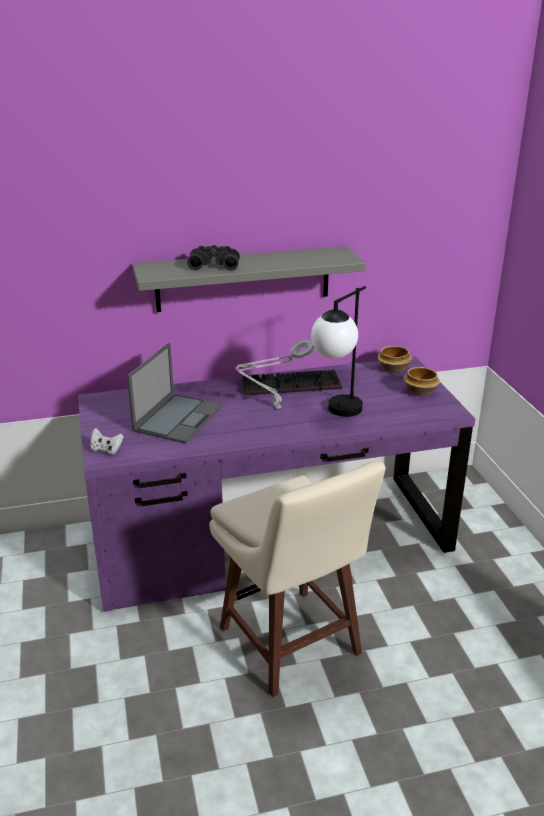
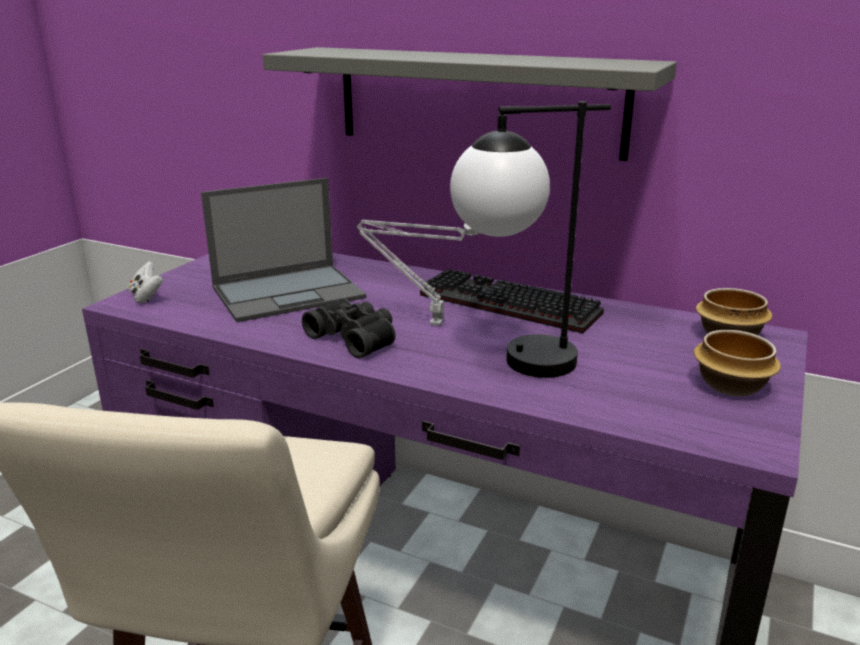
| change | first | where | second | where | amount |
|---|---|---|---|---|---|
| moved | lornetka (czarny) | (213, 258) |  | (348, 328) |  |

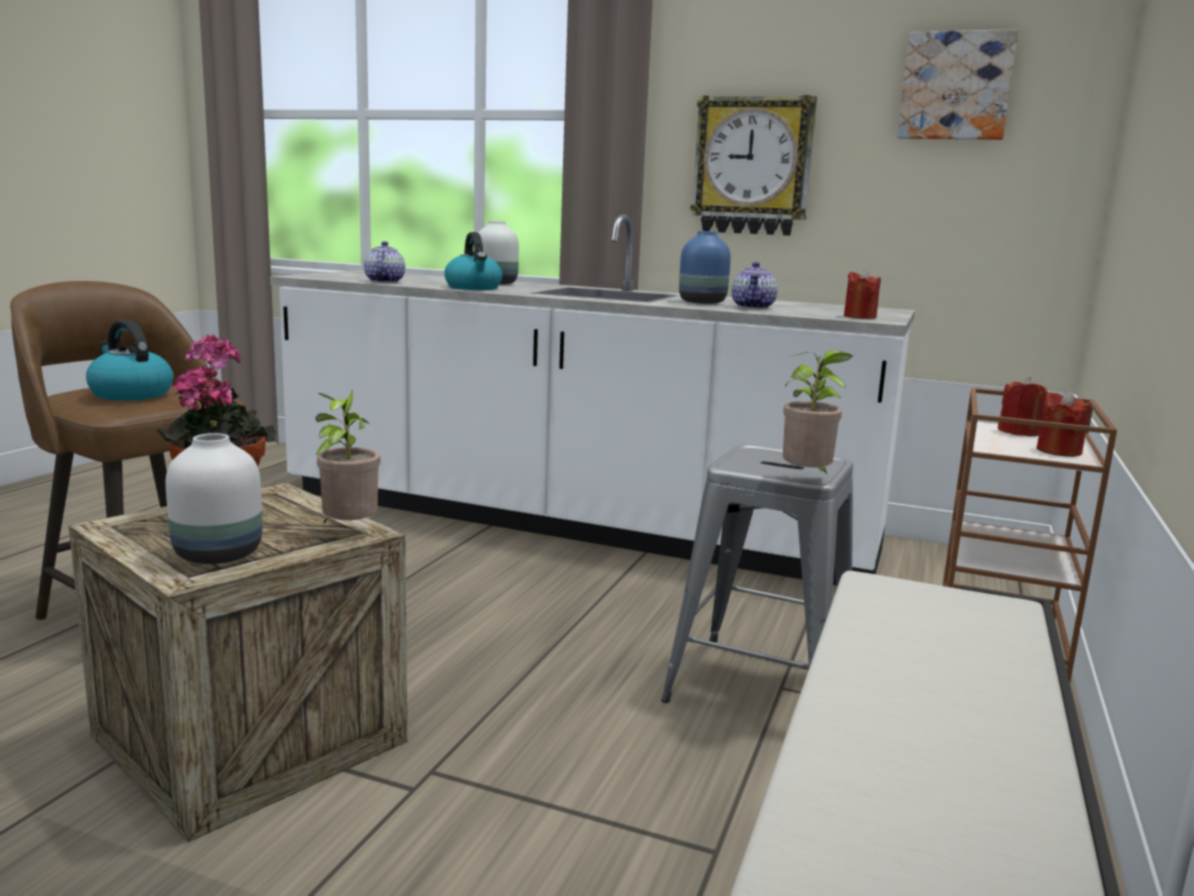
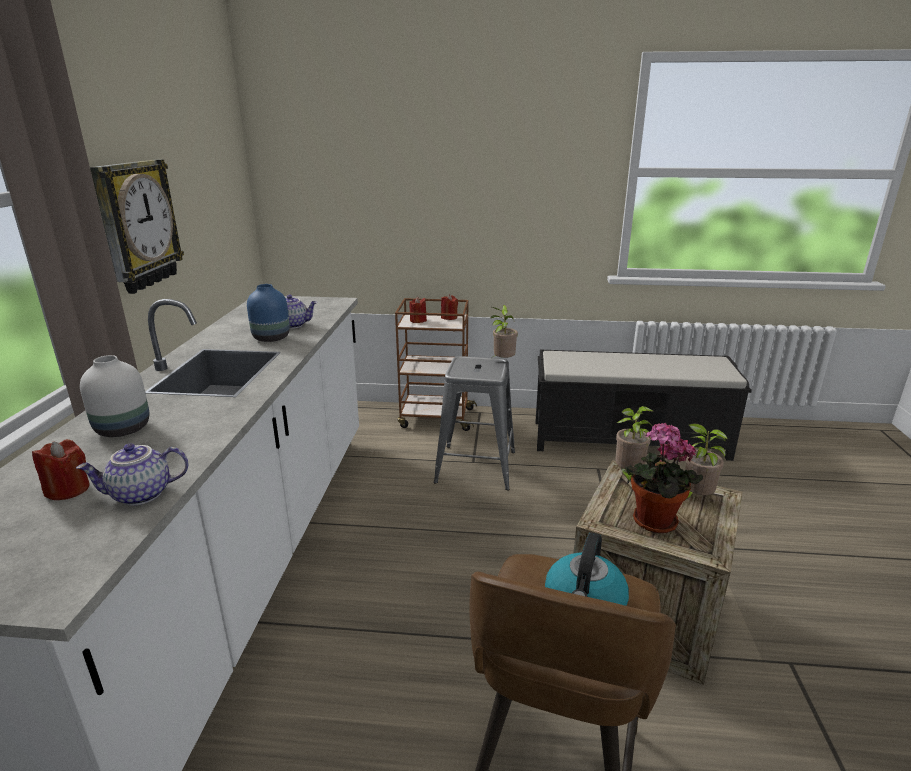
| change | first | where | second | where | amount |
|---|---|---|---|---|---|
| removed | obraz | (957, 84) |  |  |  |
| removed | czajnik | (473, 261) |  |  |  |
| moved | świeca (czerwony) | (862, 294) |  | (61, 469) |  |
| replaced | wazon (biały) | (214, 498) | roślina doniczkowa | (706, 461) |  |

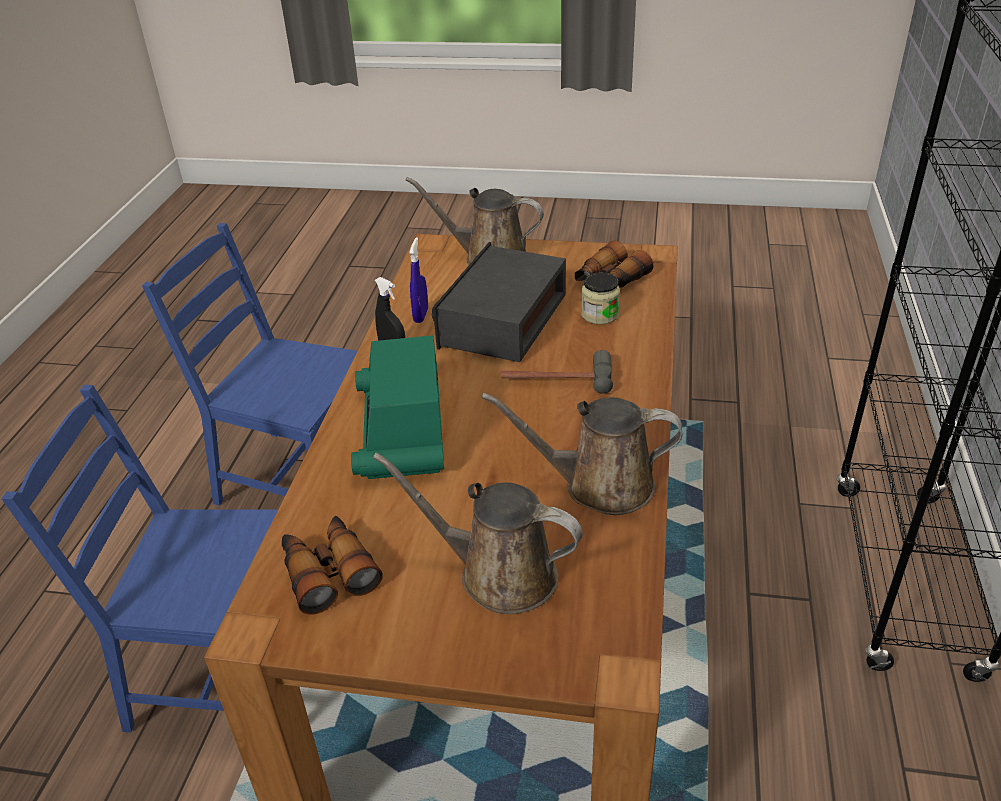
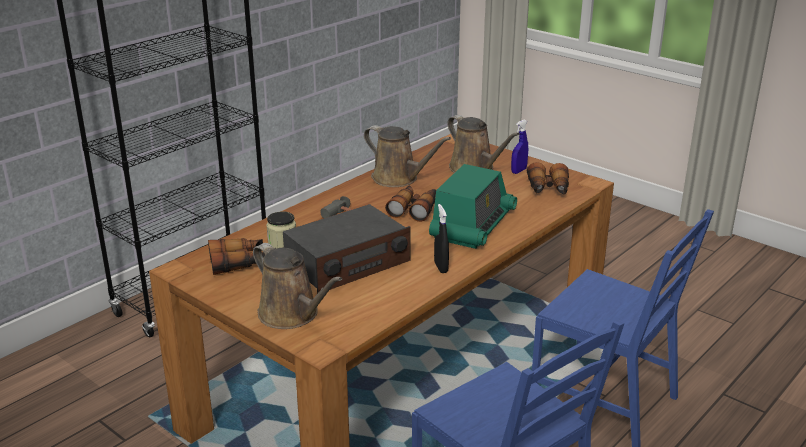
| change | first | where | second | where | amount |
|---|---|---|---|---|---|
| moved | spryskiwacz (niebieski) | (418, 280) |  | (519, 147) |  |
| added |  |  | lornetka | (410, 203) |  |

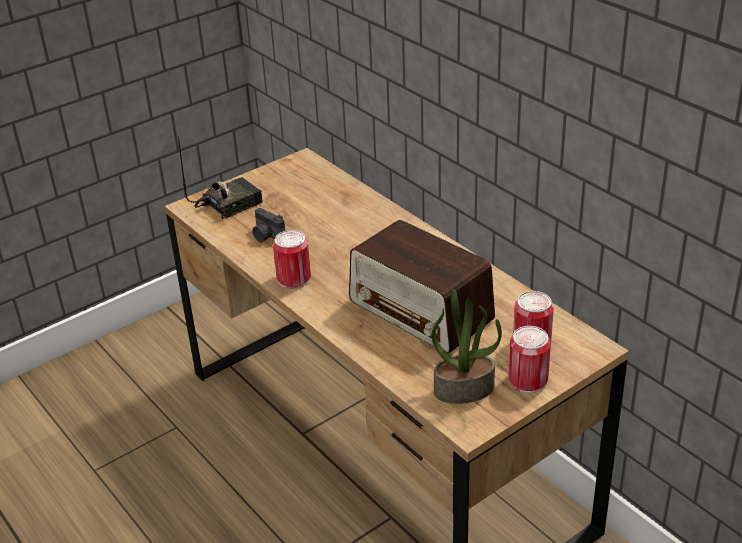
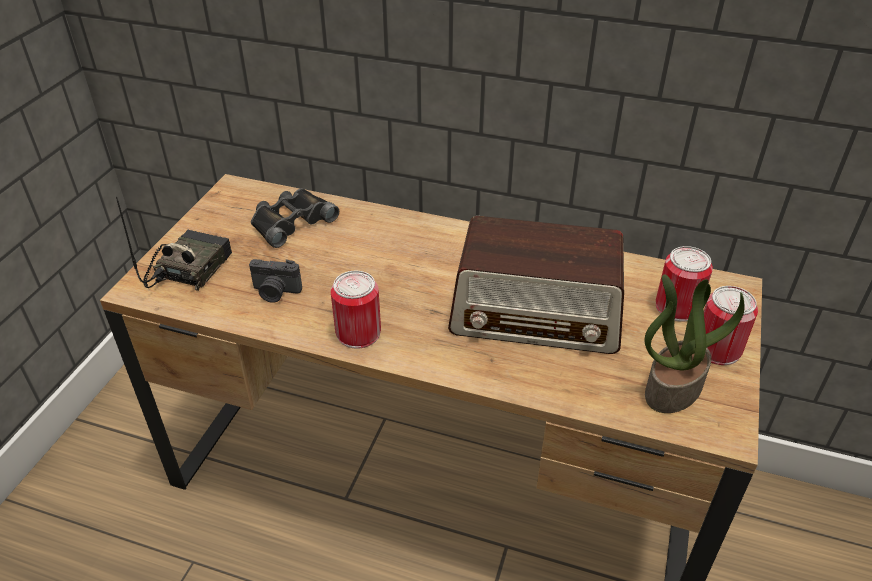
| change | first | where | second | where | amount |
|---|---|---|---|---|---|
| added |  |  | lornetka (czarny) | (295, 218) |  |

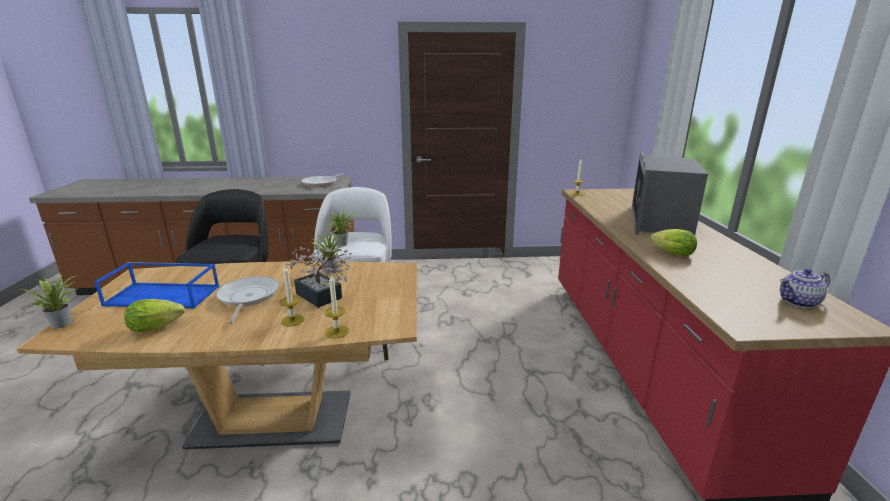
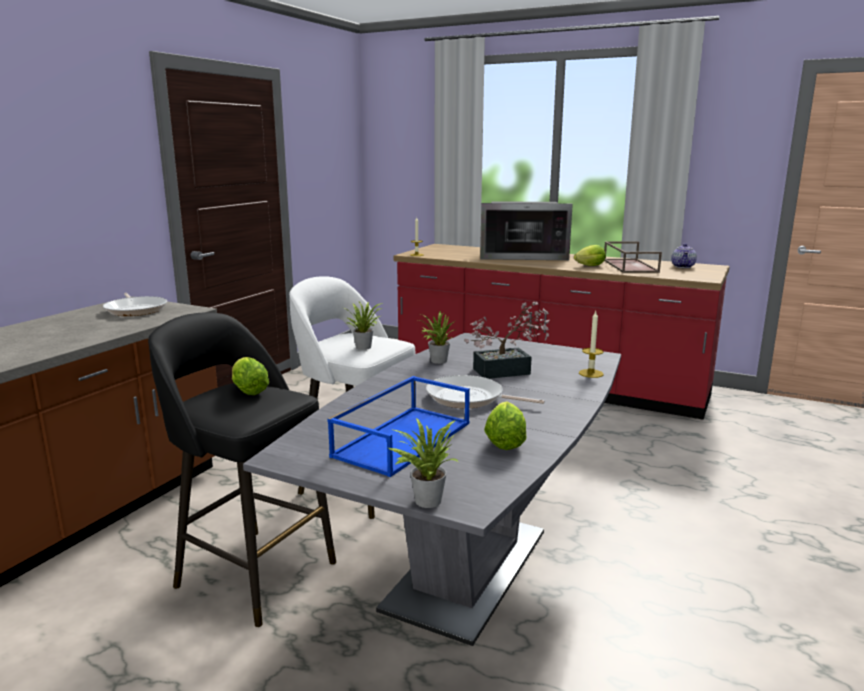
| change | first | where | second | where | amount |
|---|---|---|---|---|---|
| turned | mikrofalówka | (670, 193) |  | (526, 230) | 45 degrees counterclockwise |
| recoloured | stół jadalny (brązowy) | (216, 355) | stół jadalny (szary) | (432, 489) |  |
| removed | świeca | (292, 296) |  |  |  |
| added |  |  | taca (brązowy) | (633, 257) |  |
| added |  |  | sałata | (250, 376) |  |

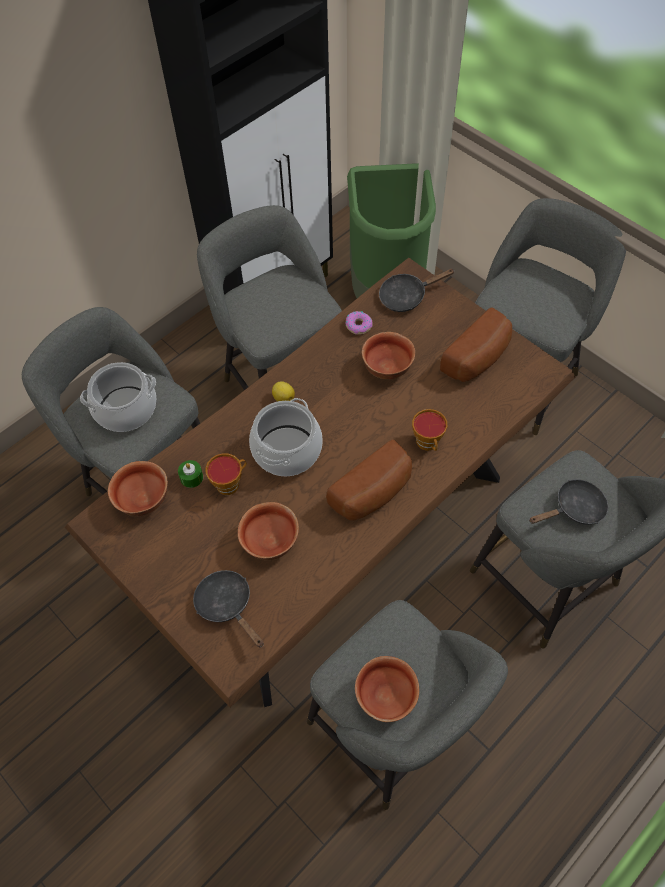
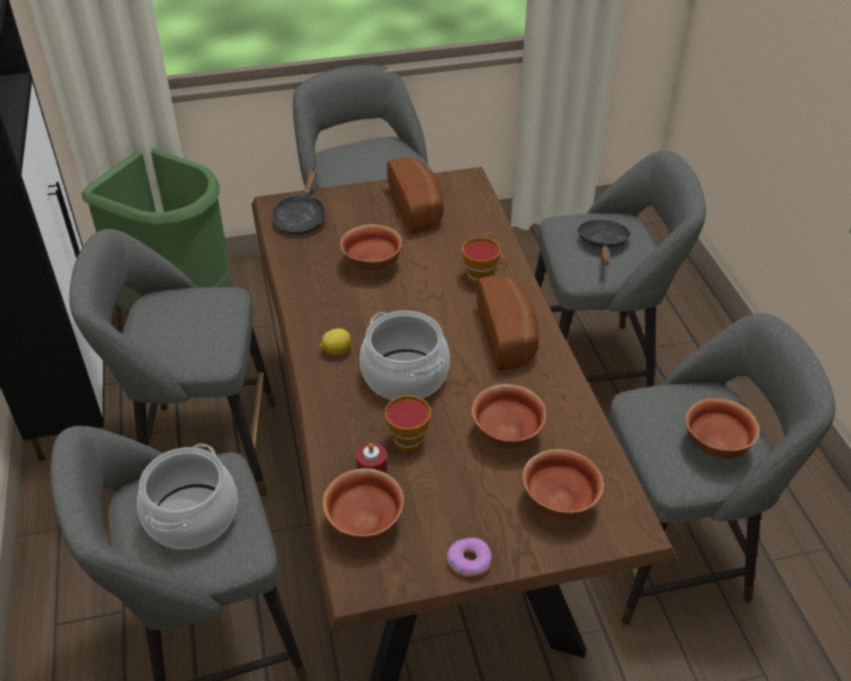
| change | first | where | second | where | amount |
|---|---|---|---|---|---|
| moved | donut | (359, 323) |  | (469, 557) |  |
| recoloured | świeca (zielony) | (190, 474) | świeca (czerwony) | (371, 458) |  |
| replaced | patelnia (czarny) | (228, 608) | miska | (563, 484) |  |

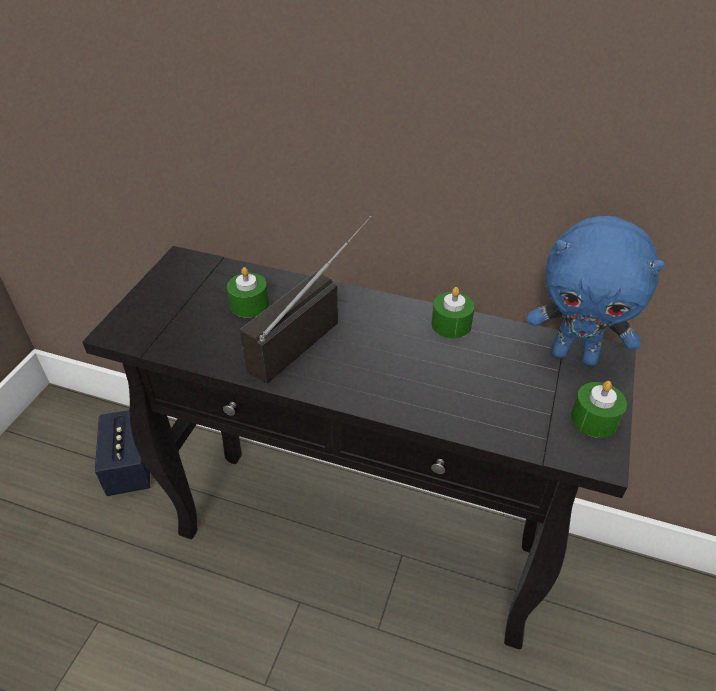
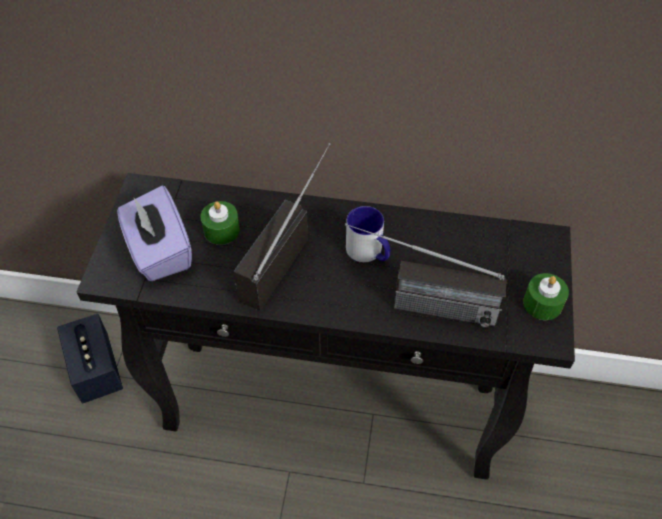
| change | first | where | second | where | amount |
|---|---|---|---|---|---|
| removed | pluszak (niebieski) | (596, 291) |  |  |  |
| removed | świeca (zielony) | (453, 313) |  |  |  |
| added |  |  | pudełko chusteczek (fioletowy) | (154, 233) |  |
| added |  |  | kubek | (368, 234) |  |
| added |  |  | radio | (426, 275) |  |

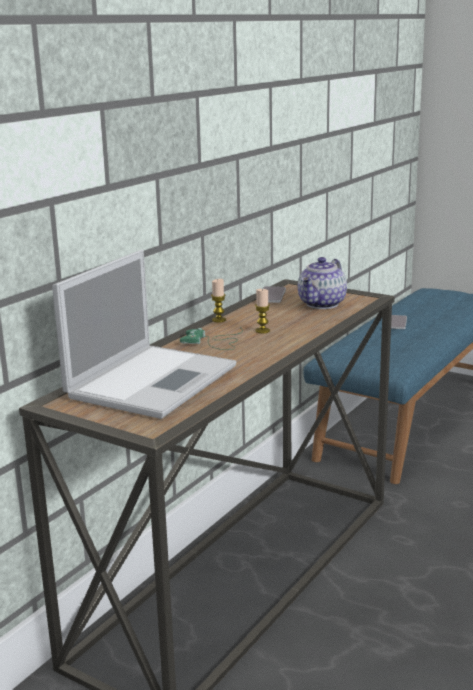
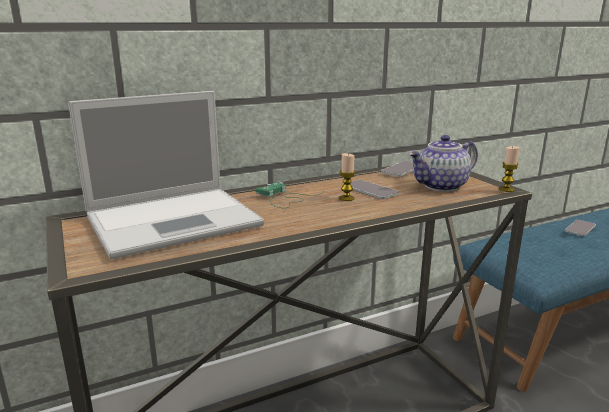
| change | first | where | second | where | amount |
|---|---|---|---|---|---|
| moved | świeca | (218, 301) |  | (509, 169) |  |
| added |  |  | telefon | (375, 189) |  |

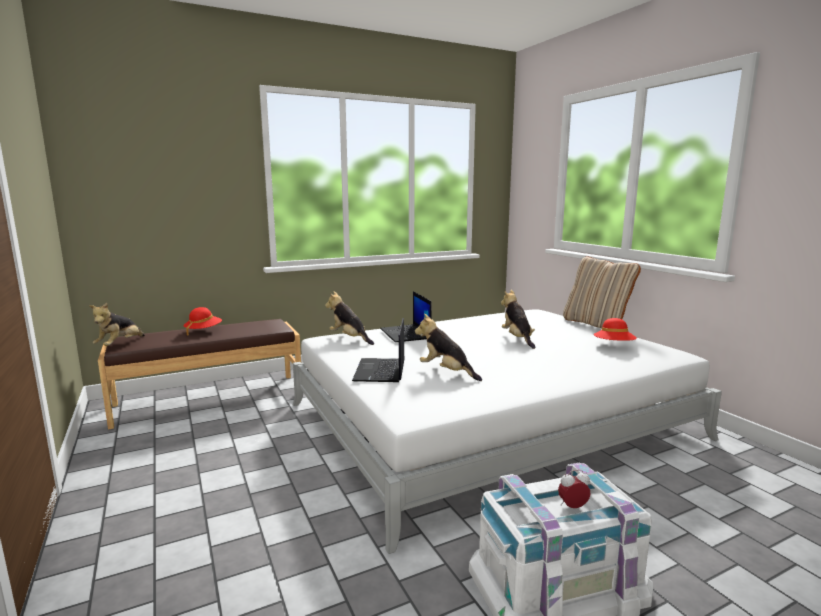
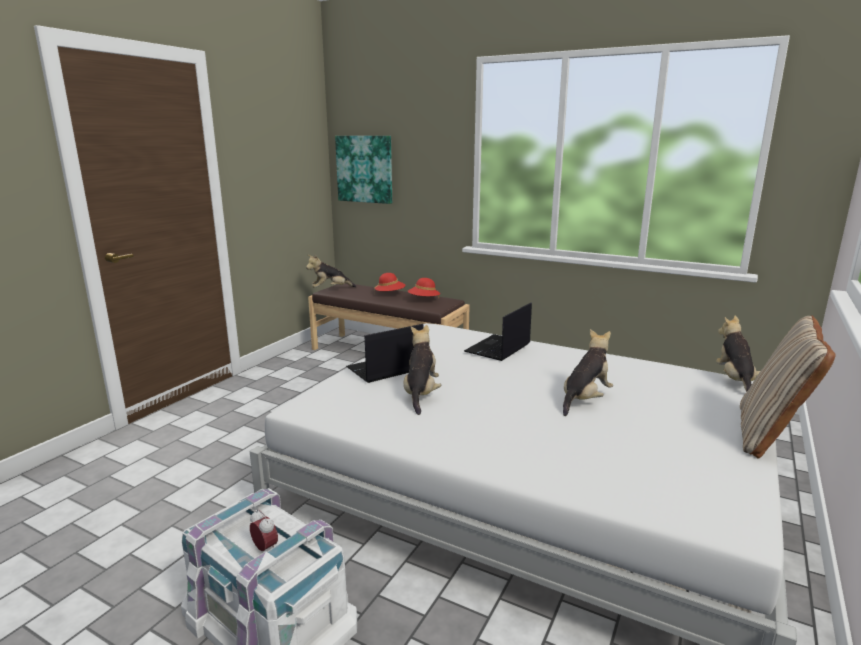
| change | first | where | second | where | amount |
|---|---|---|---|---|---|
| moved | pluszak | (349, 318) |  | (738, 354) |  |
| moved | kapelusz (czerwony) | (615, 329) |  | (424, 288) |  |
| added |  |  | obraz | (363, 170) |  |

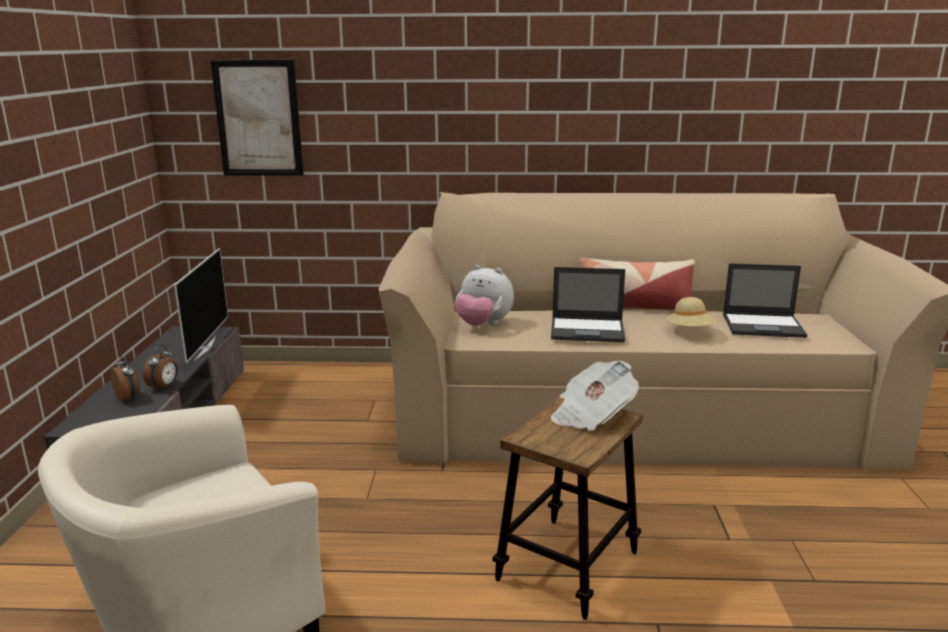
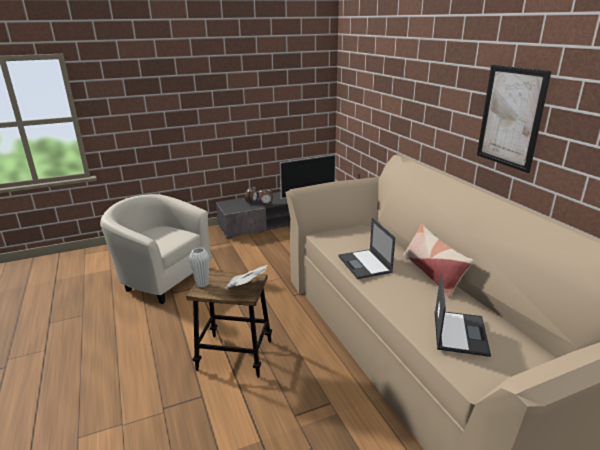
| change | first | where | second | where | amount |
|---|---|---|---|---|---|
| moved | obraz | (257, 117) |  | (514, 119) |  |
| turned | laptop | (765, 300) |  | (463, 315) | 150 degrees counterclockwise |
| removed | pluszak | (484, 295) |  |  |  |
| removed | kapelusz (beżowy) | (691, 312) |  |  |  |
| added |  |  | wazon (biały) | (199, 268) |  |

